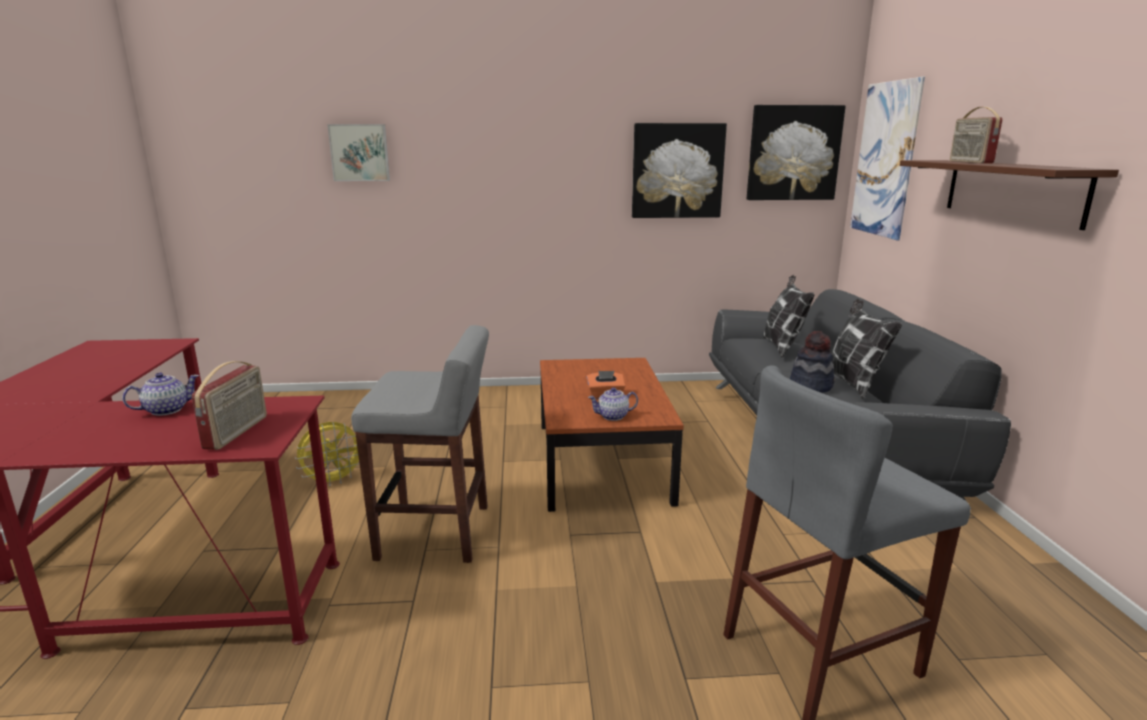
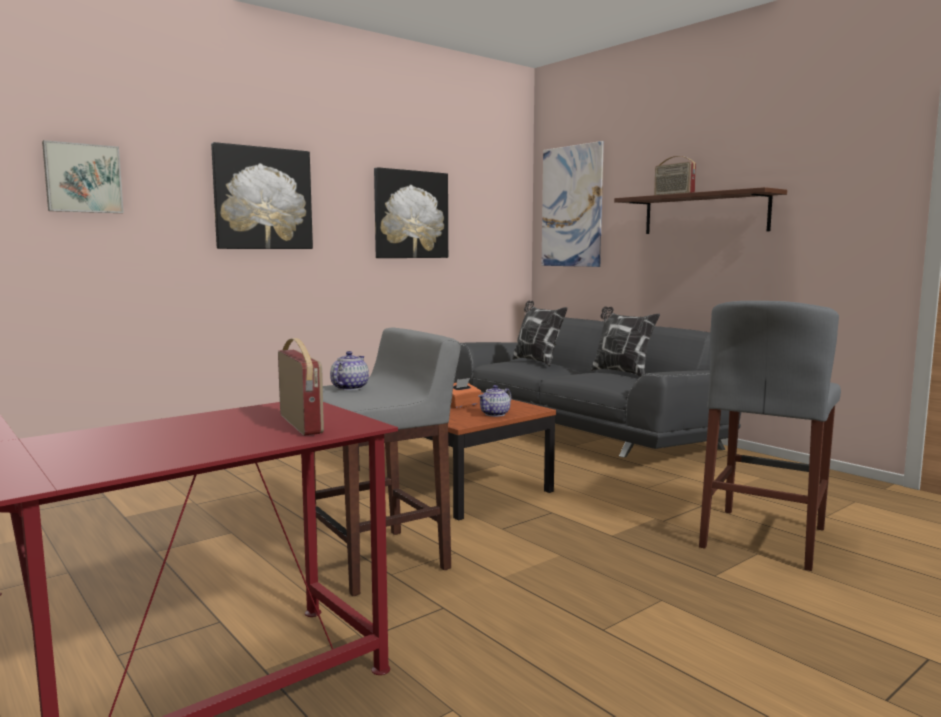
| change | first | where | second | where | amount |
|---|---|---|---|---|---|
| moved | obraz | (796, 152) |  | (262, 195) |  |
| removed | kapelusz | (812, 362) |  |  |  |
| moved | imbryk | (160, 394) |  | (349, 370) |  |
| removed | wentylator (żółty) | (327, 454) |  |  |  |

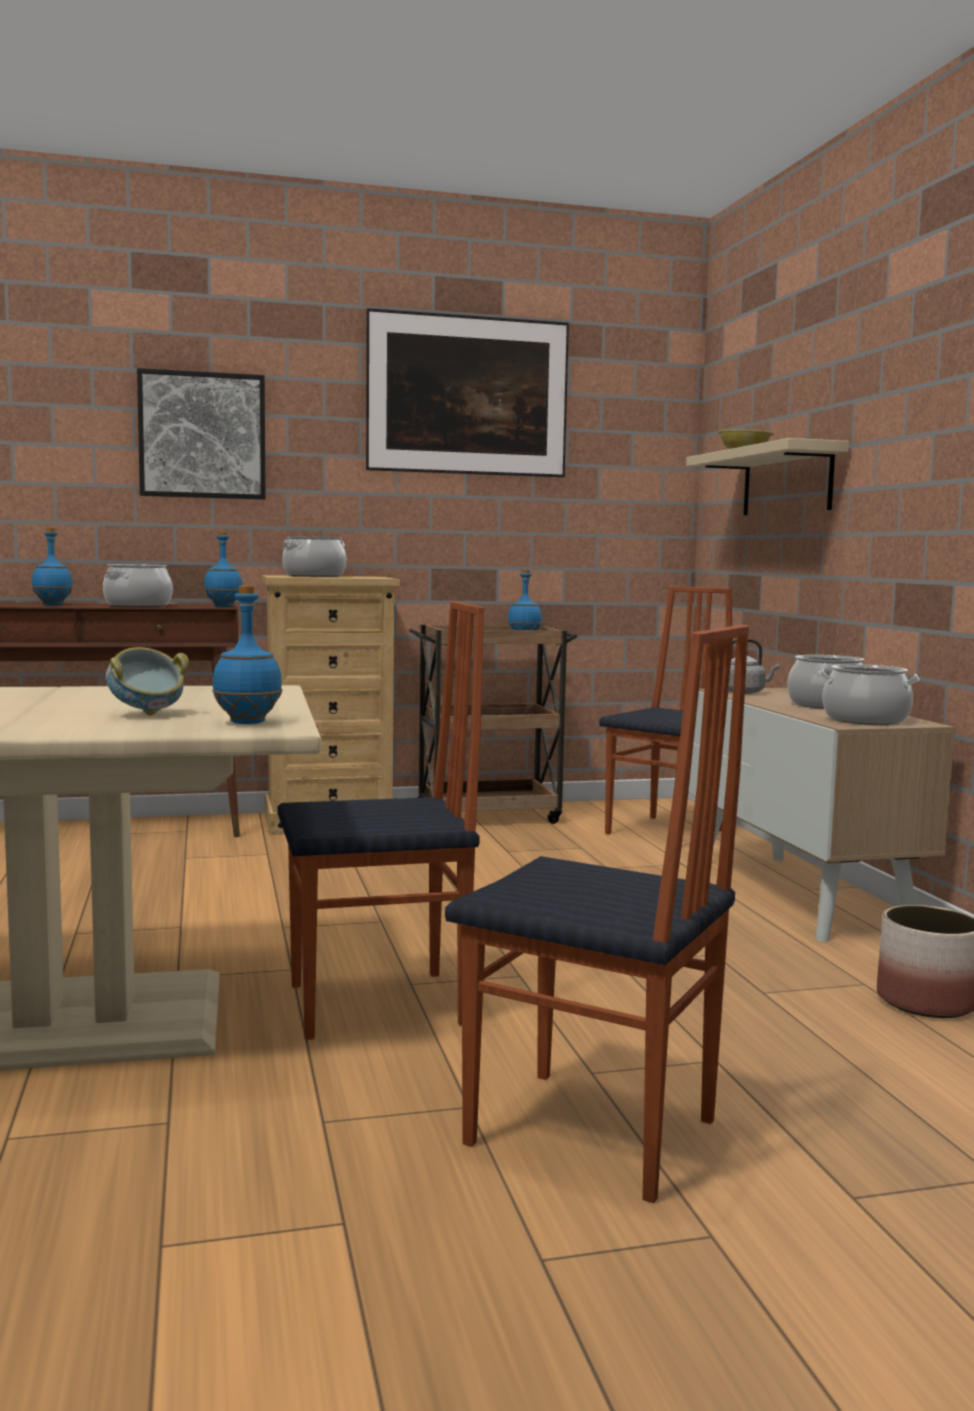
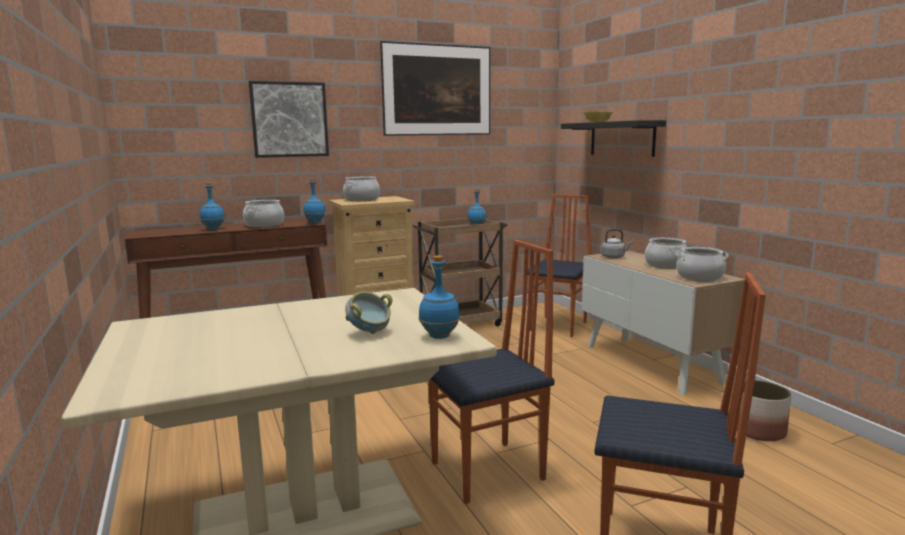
| change | first | where | second | where | amount |
|---|---|---|---|---|---|
| recoloured | półka (beżowy) | (767, 476) | półka (czarny) | (613, 138) |  |

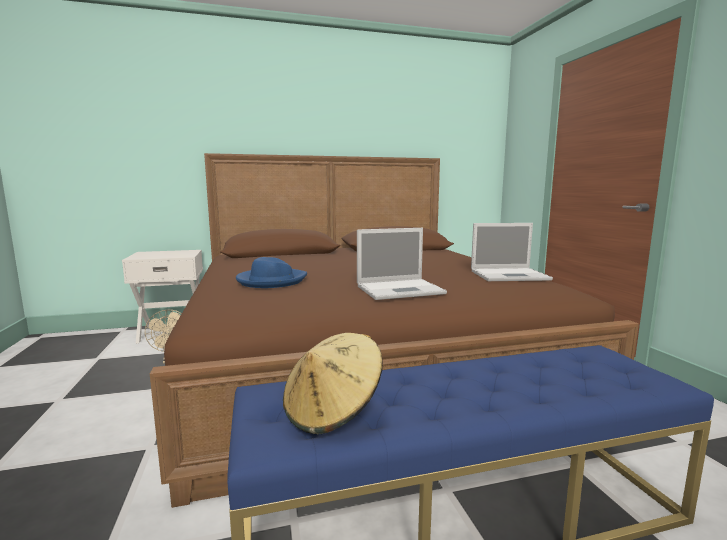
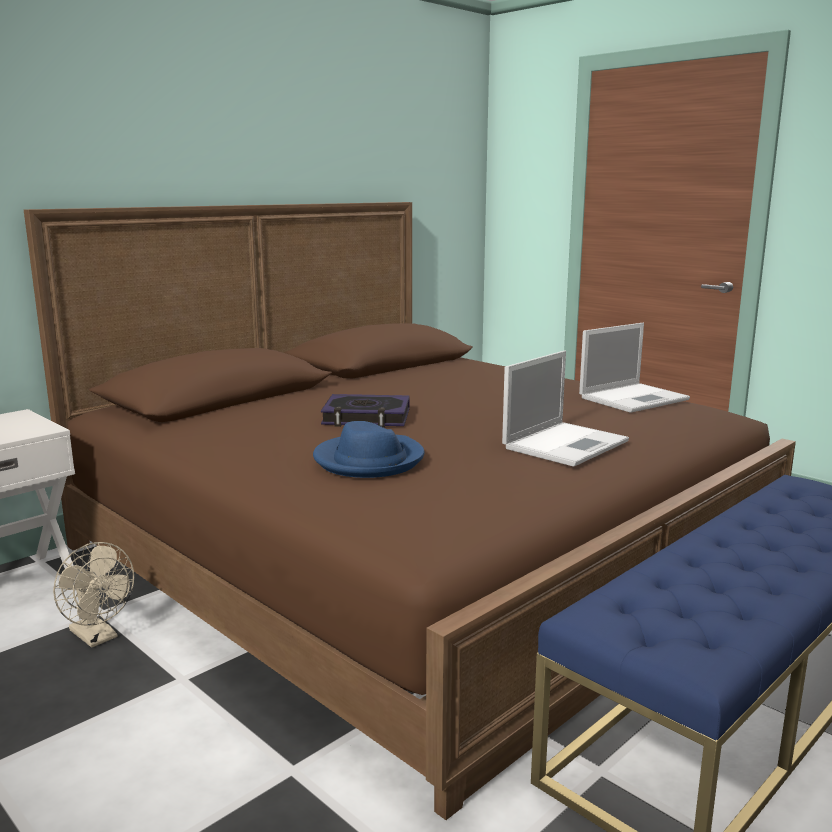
| change | first | where | second | where | amount |
|---|---|---|---|---|---|
| removed | kapelusz (beżowy) | (333, 383) |  |  |  |
| added |  |  | książka | (365, 411) |  |

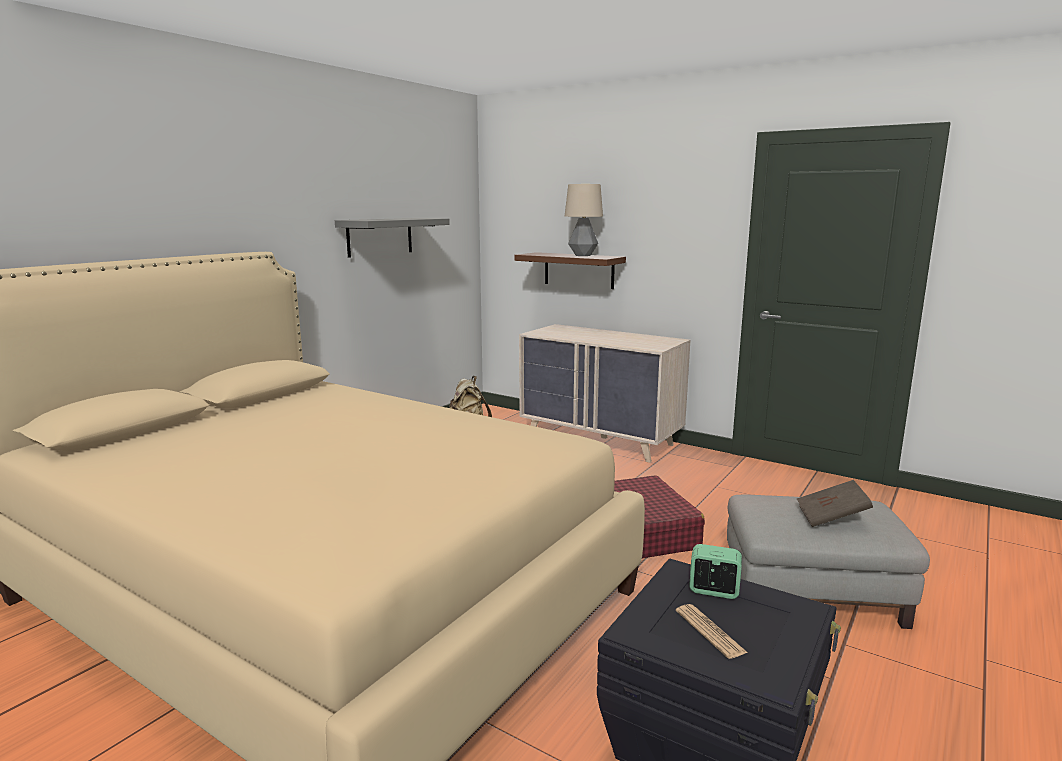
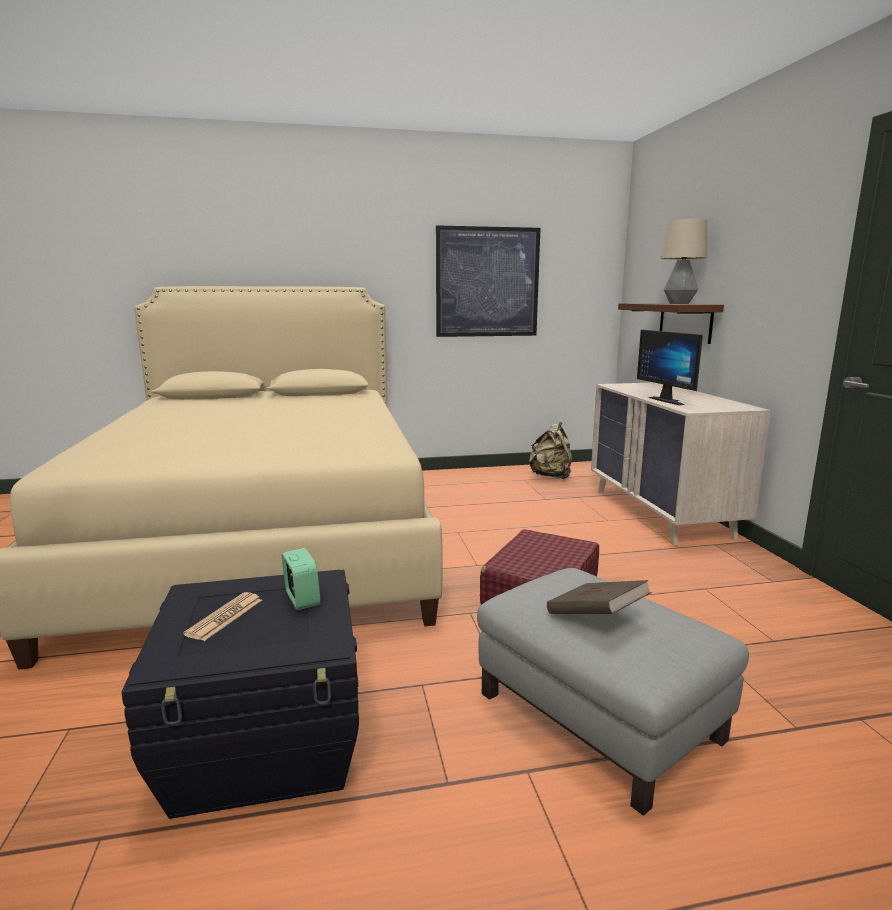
| change | first | where | second | where | amount |
|---|---|---|---|---|---|
| replaced | półka (szary) | (392, 238) | obraz | (488, 281) |  |
| added |  |  | monitor | (670, 367) |  |

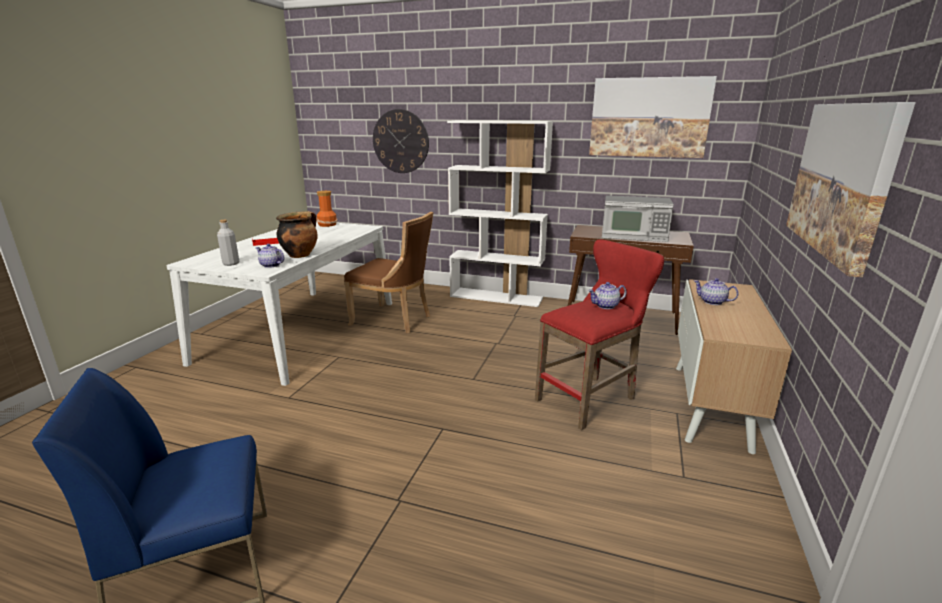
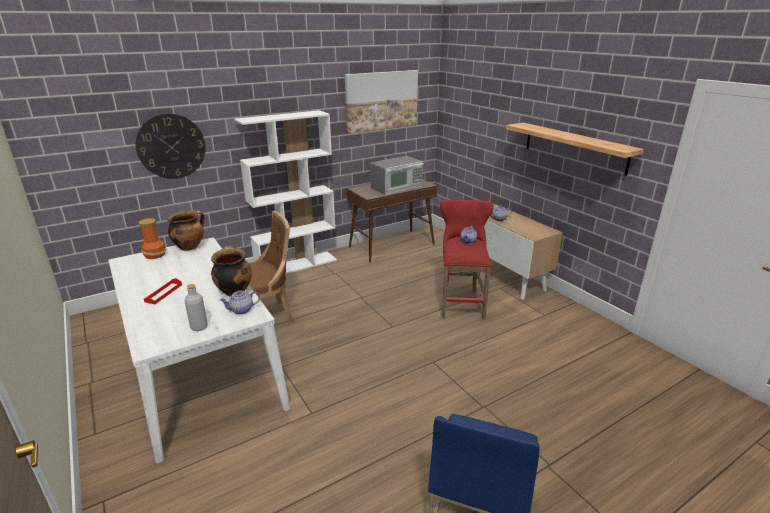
| change | first | where | second | where | amount |
|---|---|---|---|---|---|
| replaced | obraz | (851, 189) | półka | (575, 149) |  |
| added |  |  | garnek | (186, 230) |  |

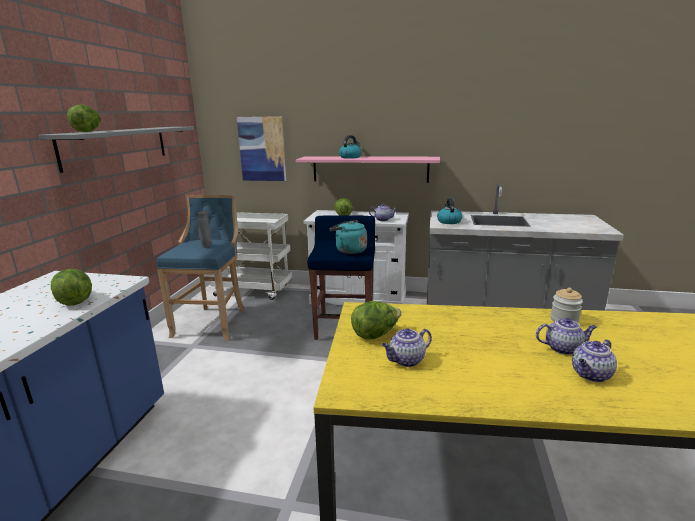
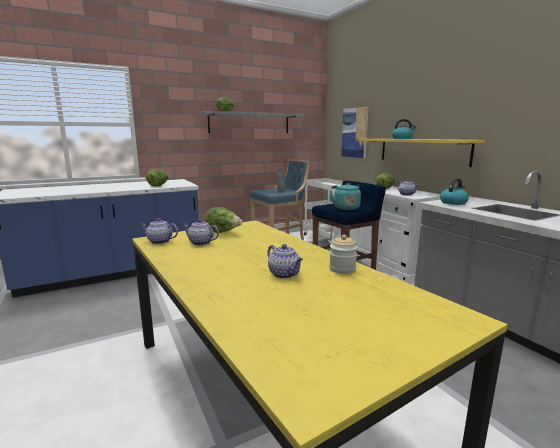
| change | first | where | second | where | amount |
|---|---|---|---|---|---|
| recoloured | półka (różowy) | (368, 169) | półka (żółty) | (422, 153) |  |
| moved | imbryk | (594, 360) |  | (159, 231) |  |

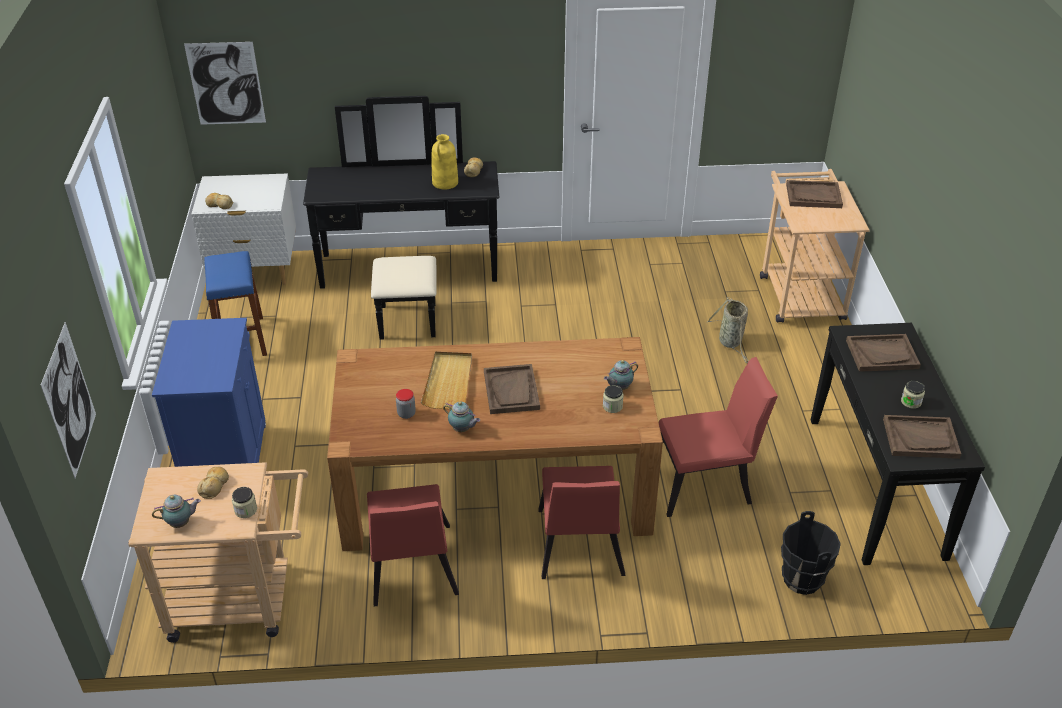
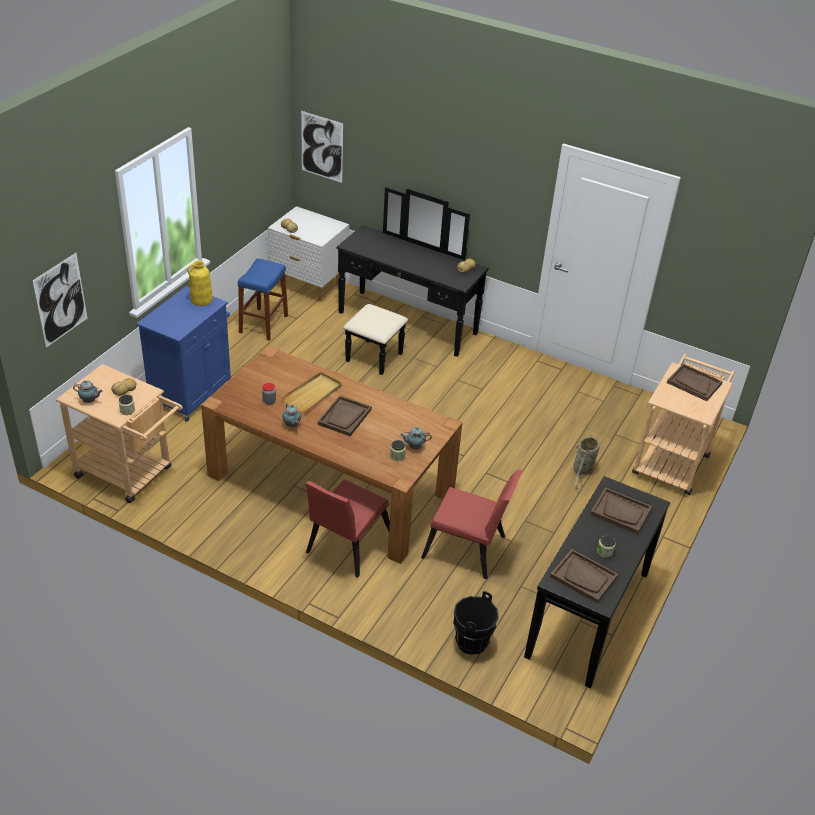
| change | first | where | second | where | amount |
|---|---|---|---|---|---|
| moved | wazon (żółty) | (445, 162) |  | (200, 283) |  |
| removed | krzesło (czerwony) | (413, 545) |  |  |  |

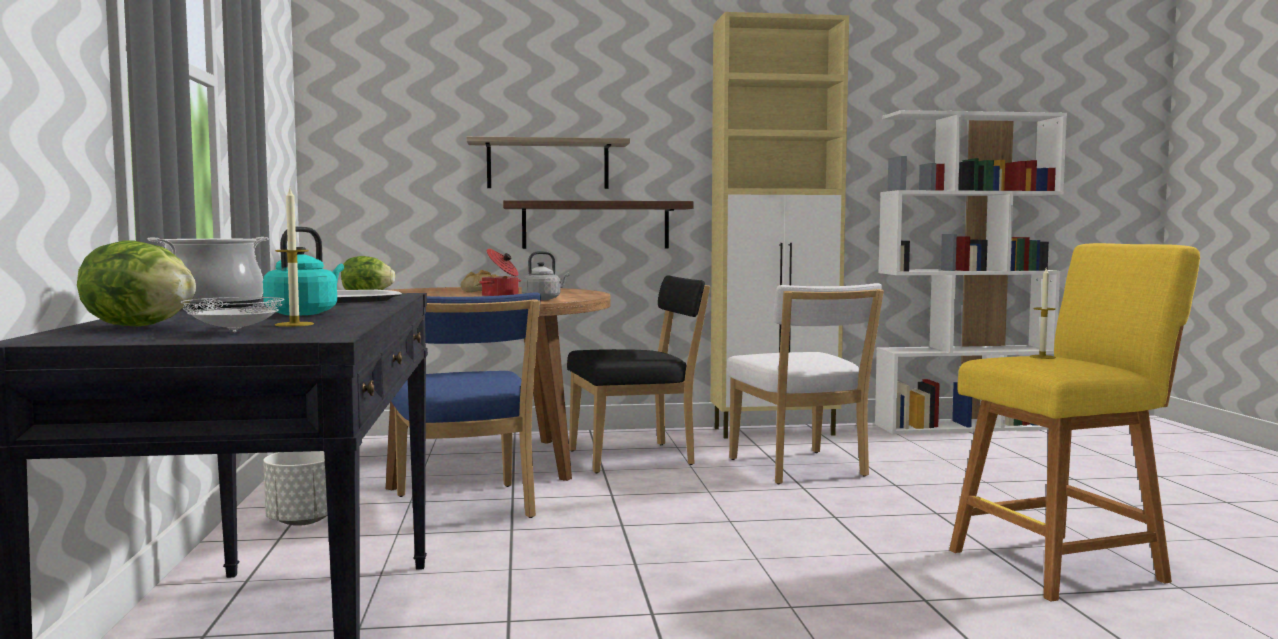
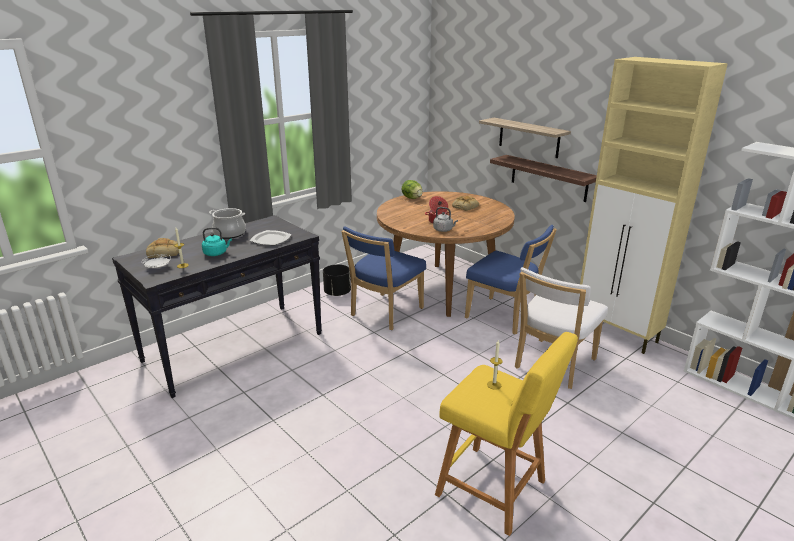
| change | first | where | second | where | amount |
|---|---|---|---|---|---|
| replaced | sałata | (136, 283) | chleb | (162, 248) |  |
| recoloured | krzesło (czarny) | (638, 374) | krzesło (niebieski) | (510, 280) |  |
| recoloured | donica (biały) | (295, 488) | donica (czarny) | (337, 280) |  |

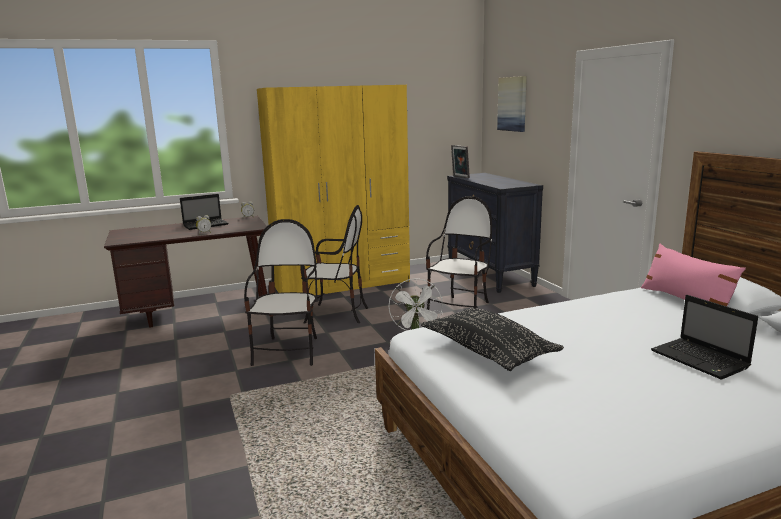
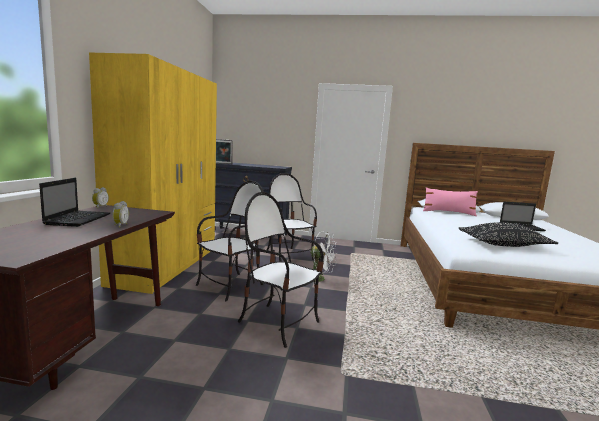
| change | first | where | second | where | amount |
|---|---|---|---|---|---|
| removed | obraz | (512, 104) |  |  |  |

